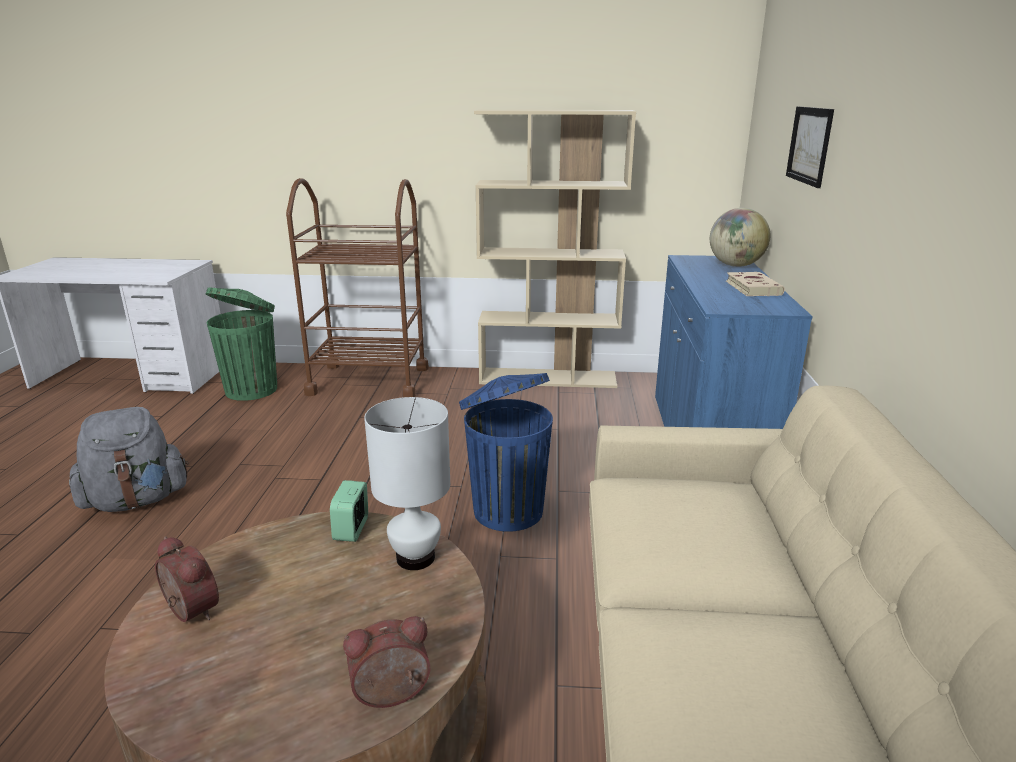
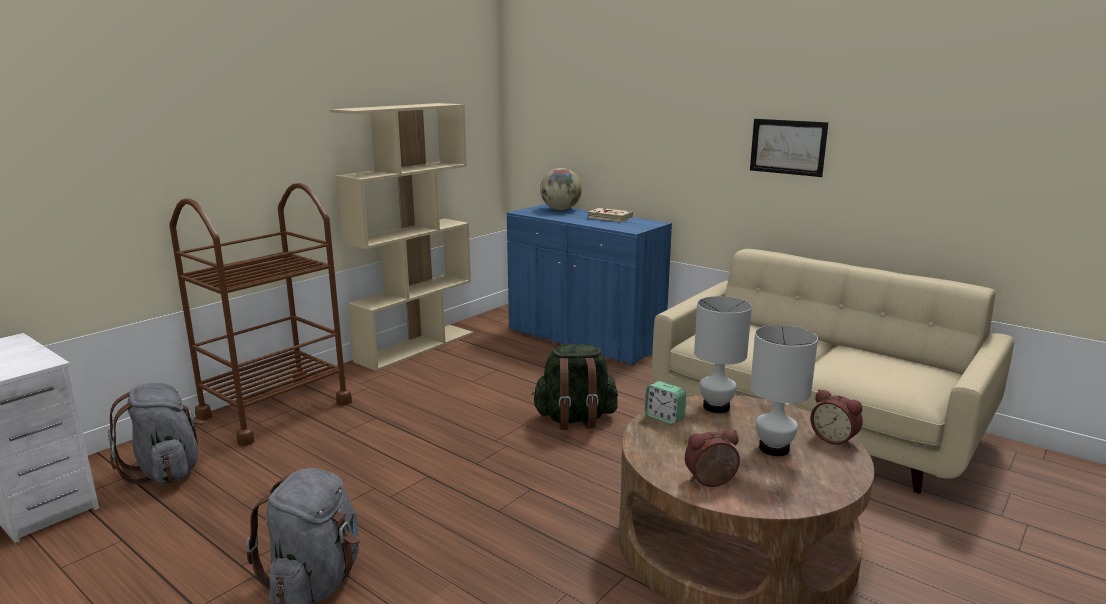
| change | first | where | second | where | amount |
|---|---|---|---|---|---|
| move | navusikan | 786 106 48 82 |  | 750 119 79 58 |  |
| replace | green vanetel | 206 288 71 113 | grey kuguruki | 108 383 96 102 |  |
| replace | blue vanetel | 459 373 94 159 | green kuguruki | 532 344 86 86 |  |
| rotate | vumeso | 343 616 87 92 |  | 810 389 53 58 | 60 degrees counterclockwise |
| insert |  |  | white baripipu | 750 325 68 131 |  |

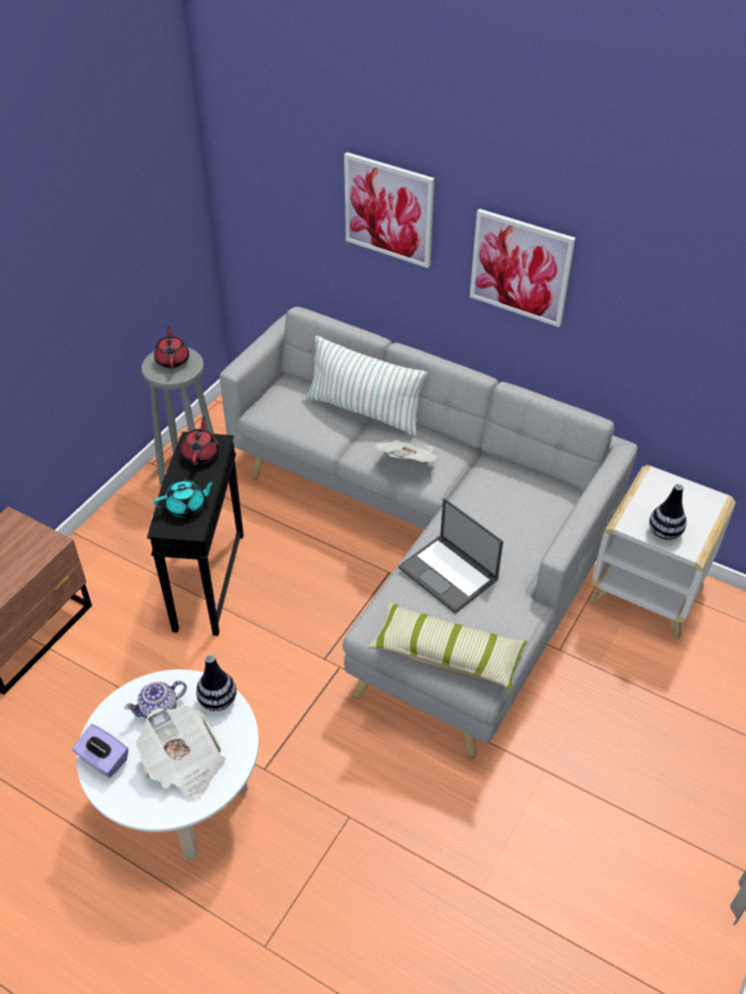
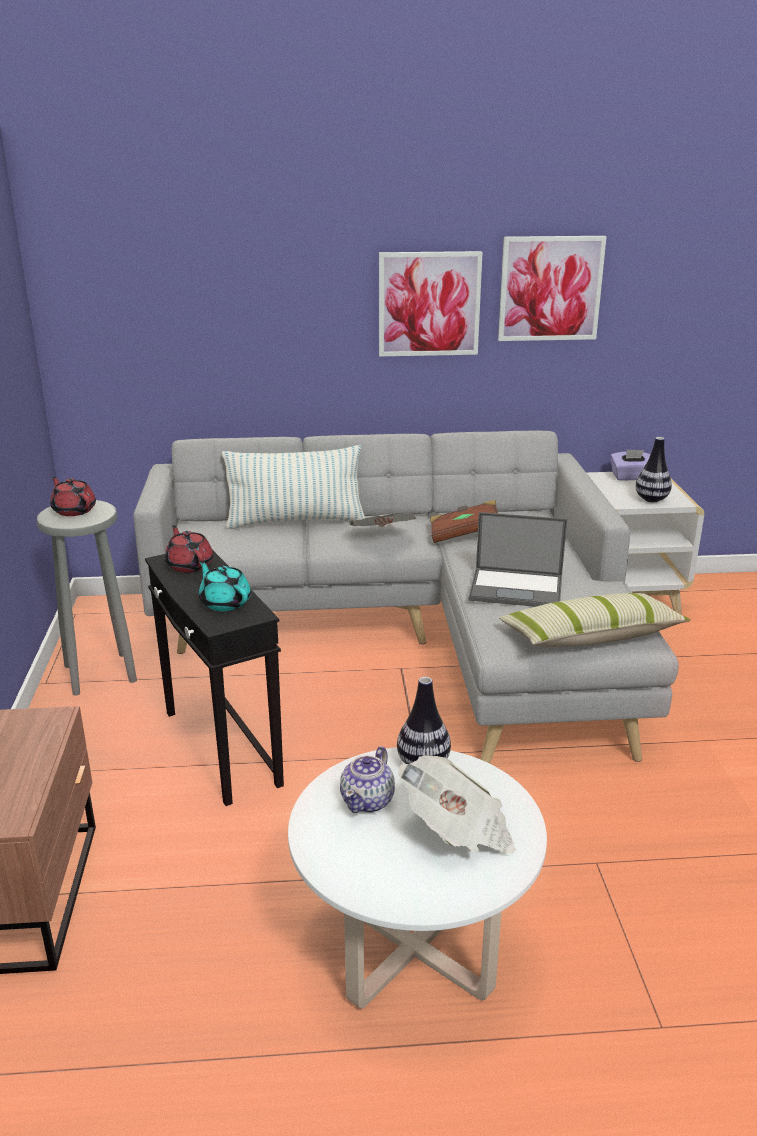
| change | first | where | second | where | amount |
|---|---|---|---|---|---|
| move | navusikan | 344 152 91 116 |  | 498 236 109 105 |  |
| rotate | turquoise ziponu | 154 480 62 37 |  | 199 561 52 50 | 75 degrees counterclockwise |
| move | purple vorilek | 72 724 56 54 |  | 610 449 40 32 |  |
| insert |  |  | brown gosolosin | 430 500 68 43 |  |

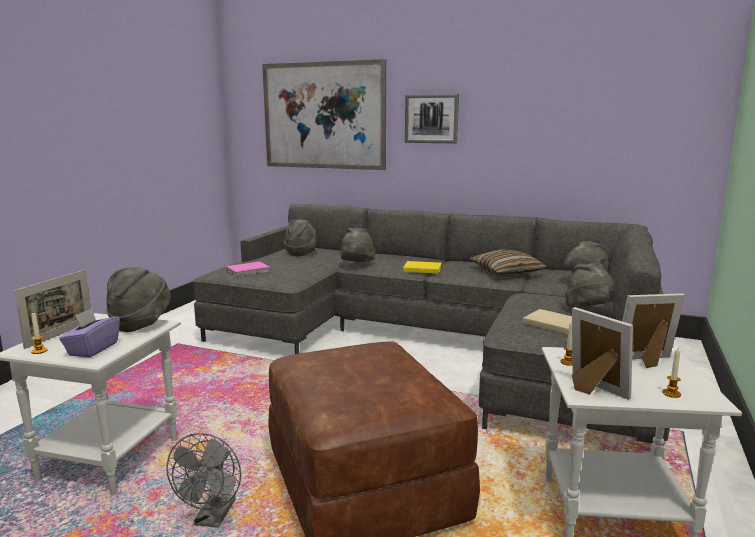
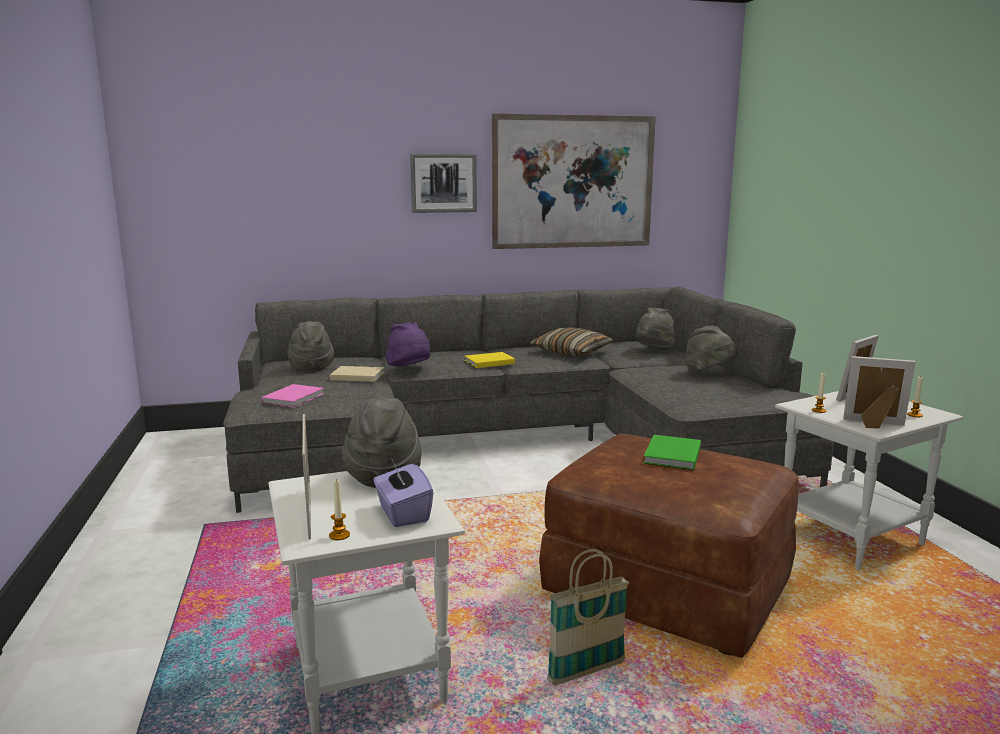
| change | first | where | second | where | amount |
|---|---|---|---|---|---|
| move | navusikan | 262 59 124 111 |  | 492 114 164 135 |  |
| recolor | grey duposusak | 340 228 35 34 | purple duposusak | 385 322 45 44 |  |
| move | beige gosolosin | 523 309 49 26 |  | 330 366 54 16 |  |
| replace | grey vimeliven | 166 433 75 95 | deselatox | 547 549 82 137 |  |
| insert |  |  | green gosolosin | 643 435 58 35 |  |

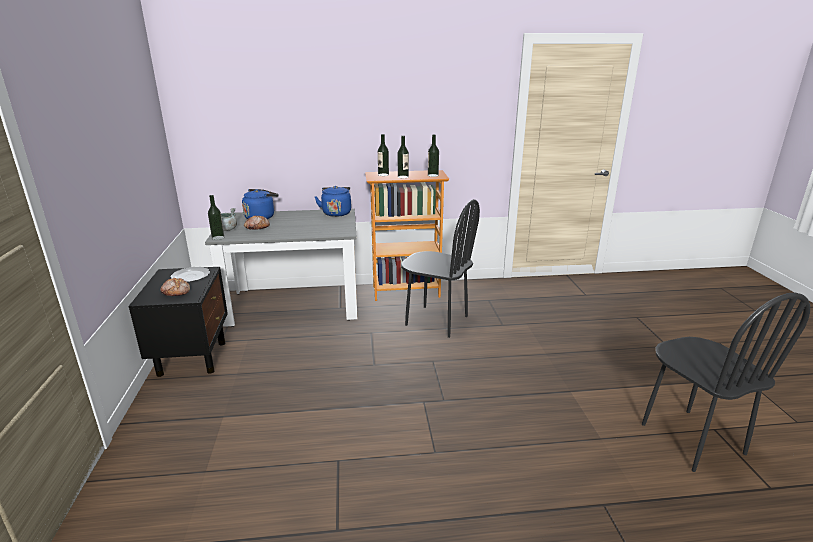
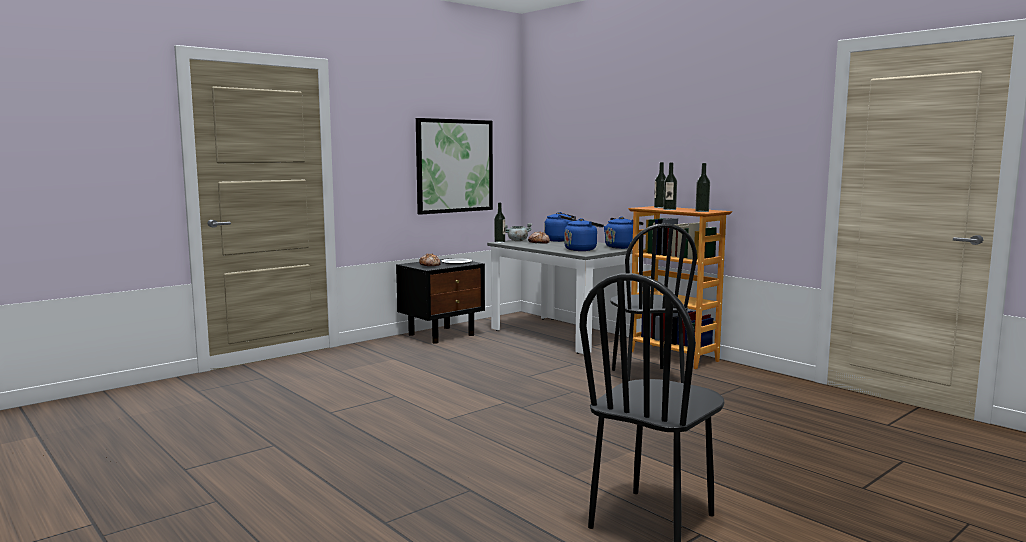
| change | first | where | second | where | amount |
|---|---|---|---|---|---|
| insert |  |  | navusikan | 416 118 77 97 |  |
| insert |  |  | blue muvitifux | 564 218 40 33 |  |

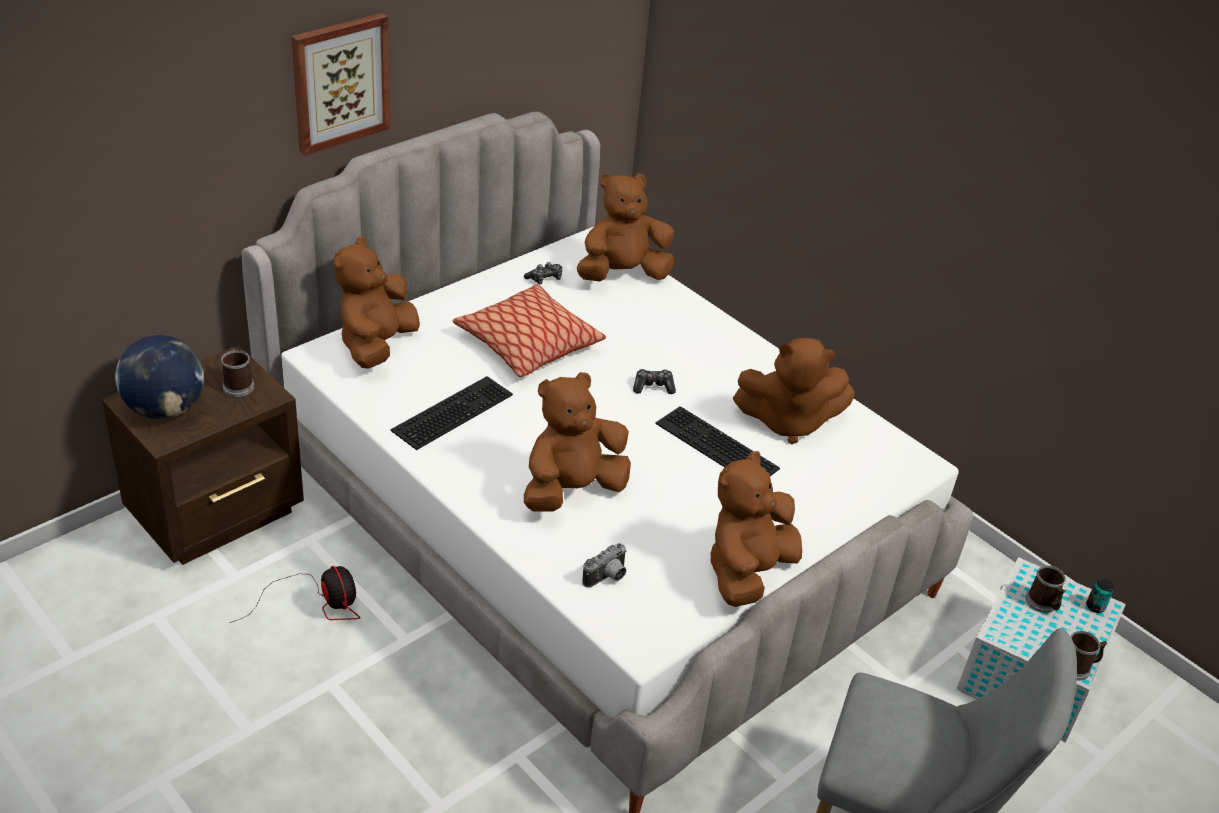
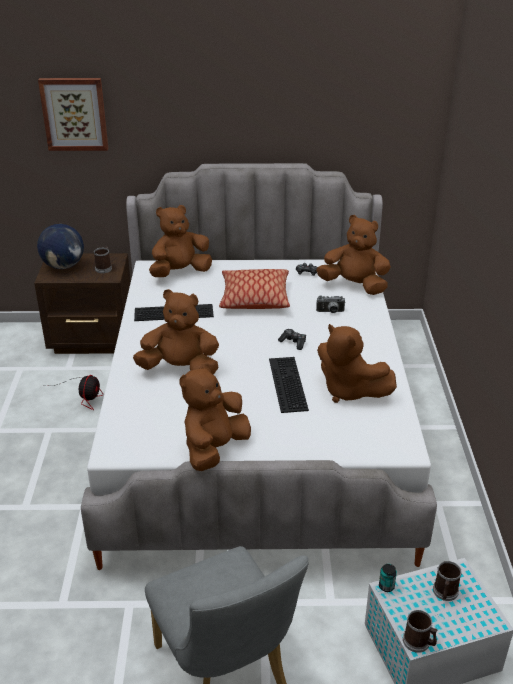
| change | first | where | second | where | amount |
|---|---|---|---|---|---|
| move | navusikan | 291 13 100 142 |  | 38 78 70 73 |  |
| rotate | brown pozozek | 710 451 92 156 |  | 179 363 72 108 | 45 degrees counterclockwise |
| move | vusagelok | 582 543 45 45 |  | 316 296 30 17 |  |
| move | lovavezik | 1086 578 28 35 |  | 379 564 18 28 |  |

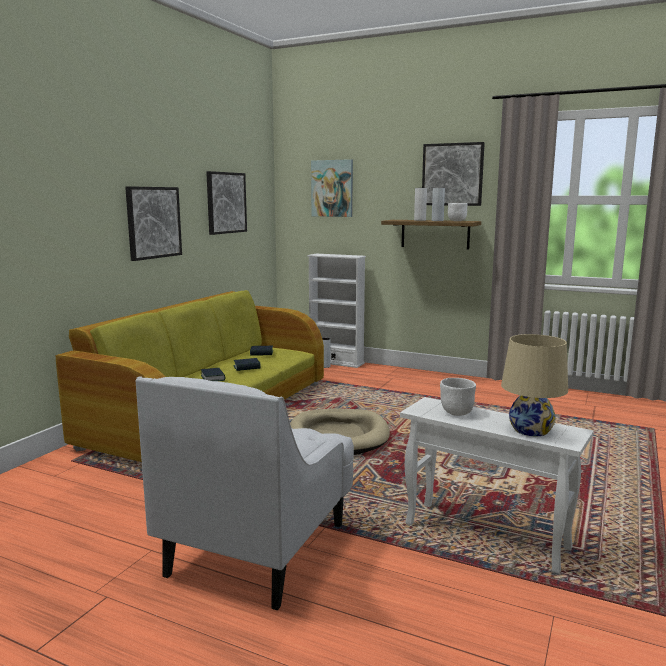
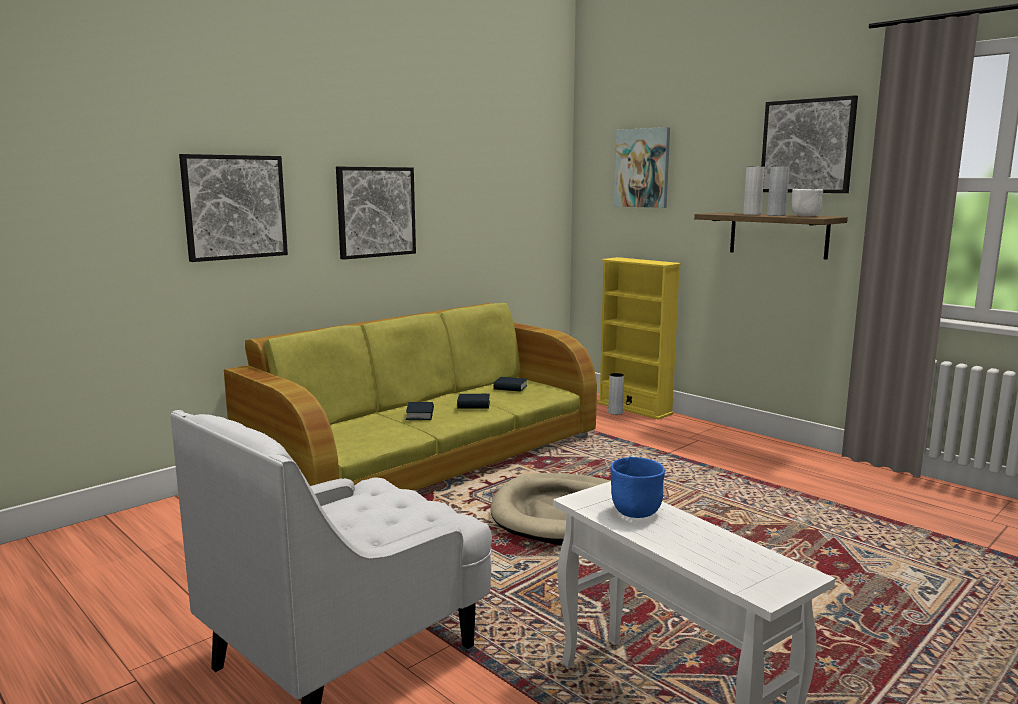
| change | first | where | second | where | amount |
|---|---|---|---|---|---|
| move | navusikan | 206 171 41 64 |  | 179 154 109 108 |  |
| recolor | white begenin | 307 254 59 114 | yellow begenin | 598 257 83 163 |  |
| delete | beige baripipu | 501 334 67 102 |  |  |  |
| recolor | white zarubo | 440 378 36 38 | blue zarubo | 610 457 55 61 |  |

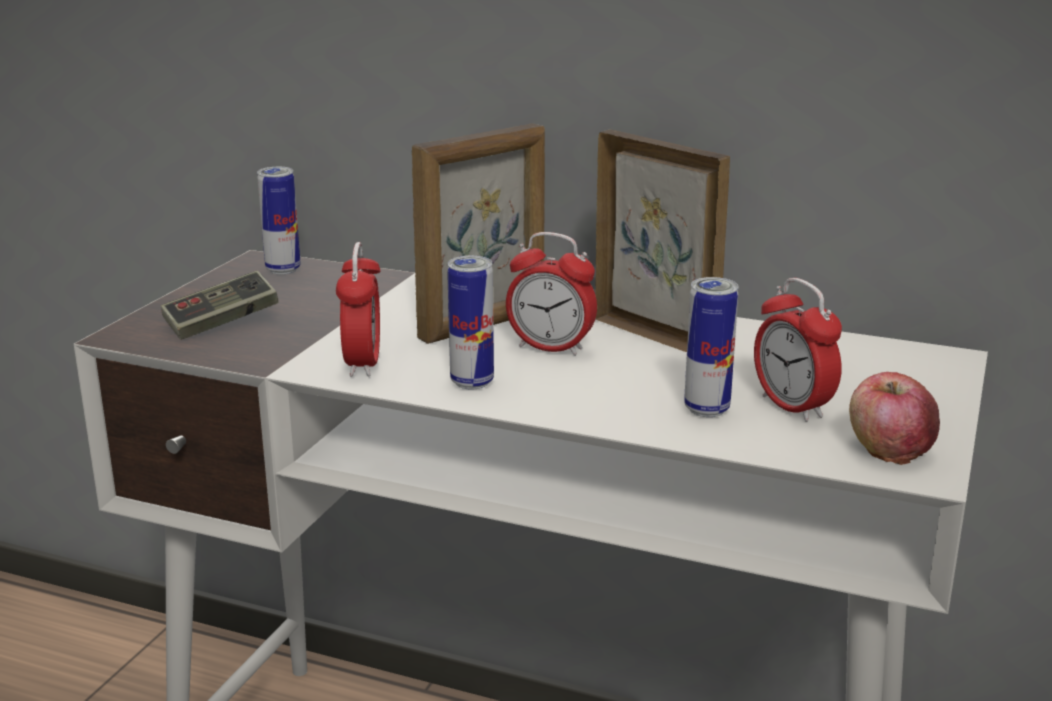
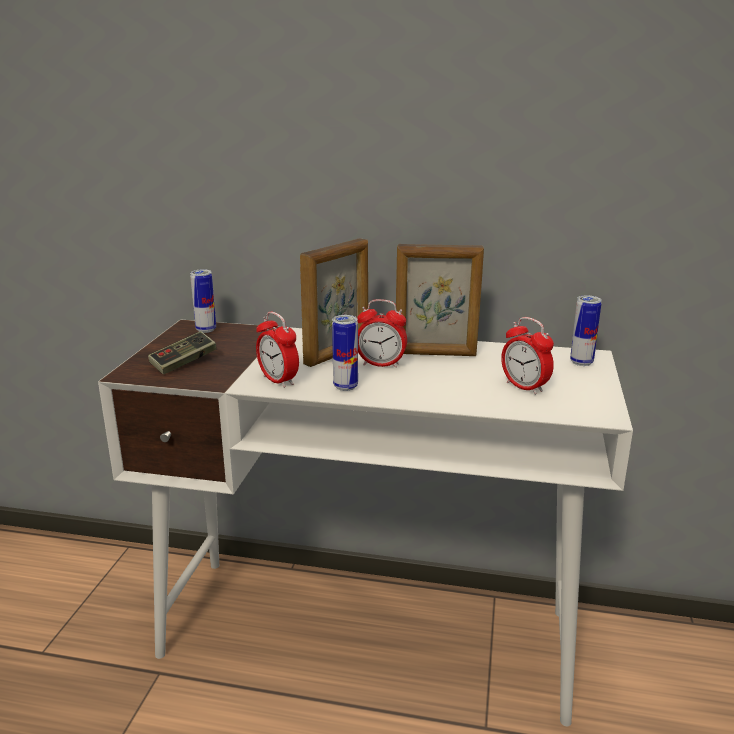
| change | first | where | second | where | amount |
|---|---|---|---|---|---|
| rotate | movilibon | 595 130 135 222 |  | 396 244 88 112 | 150 degrees clockwise |
| rotate | vumeso | 336 242 45 135 |  | 256 312 43 76 | 150 degrees clockwise |
| move | lovavezik | 684 277 55 140 |  | 570 296 32 70 |  |
| delete | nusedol | 849 372 91 93 |  |  |  |

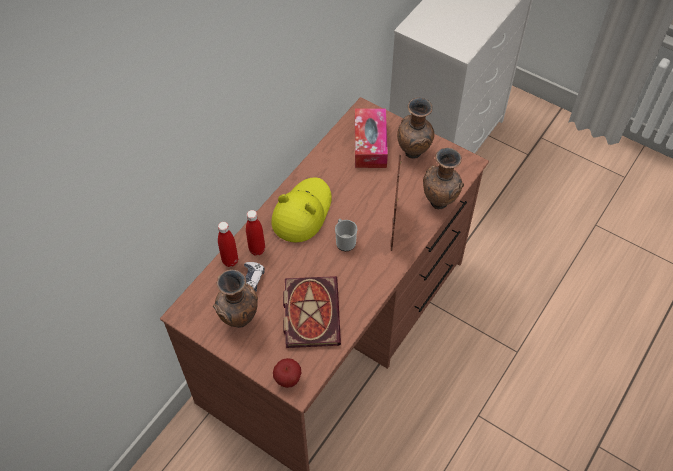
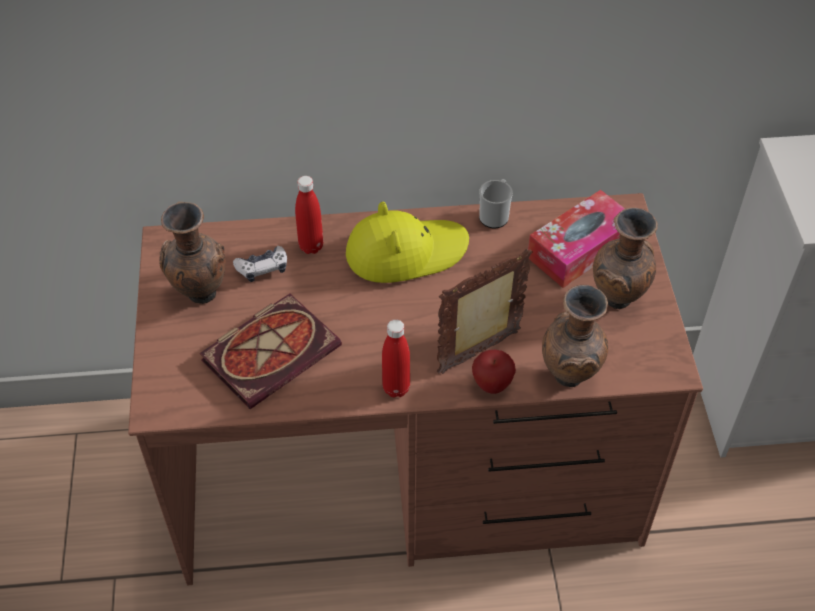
| change | first | where | second | where | amount |
|---|---|---|---|---|---|
| move | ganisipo | 335 219 22 32 |  | 479 179 34 50 |  |
| move | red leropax | 218 222 20 45 |  | 382 319 28 79 |  |
| move | nusedol | 273 358 29 30 |  | 472 350 44 44 |  |

